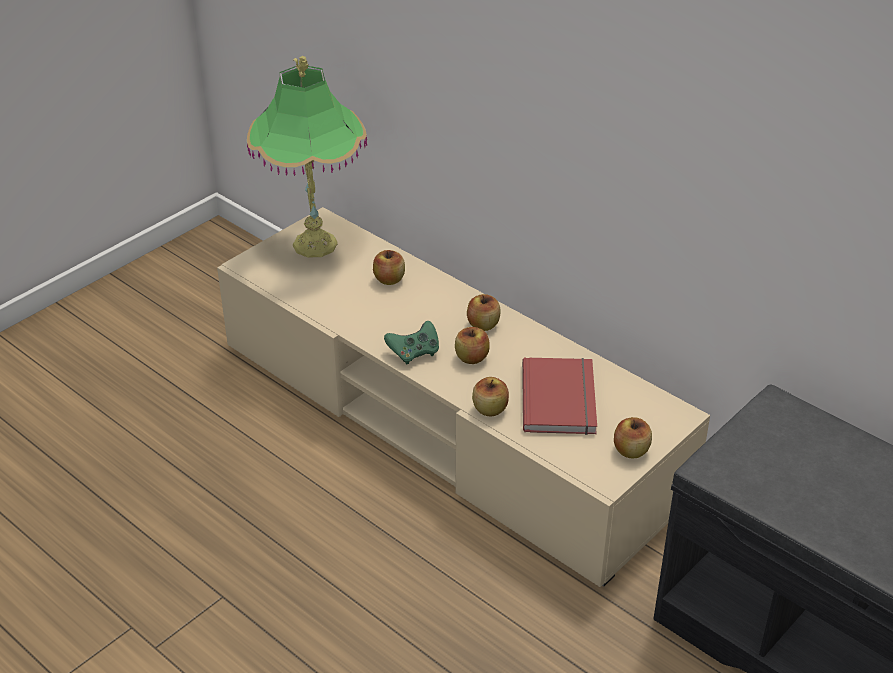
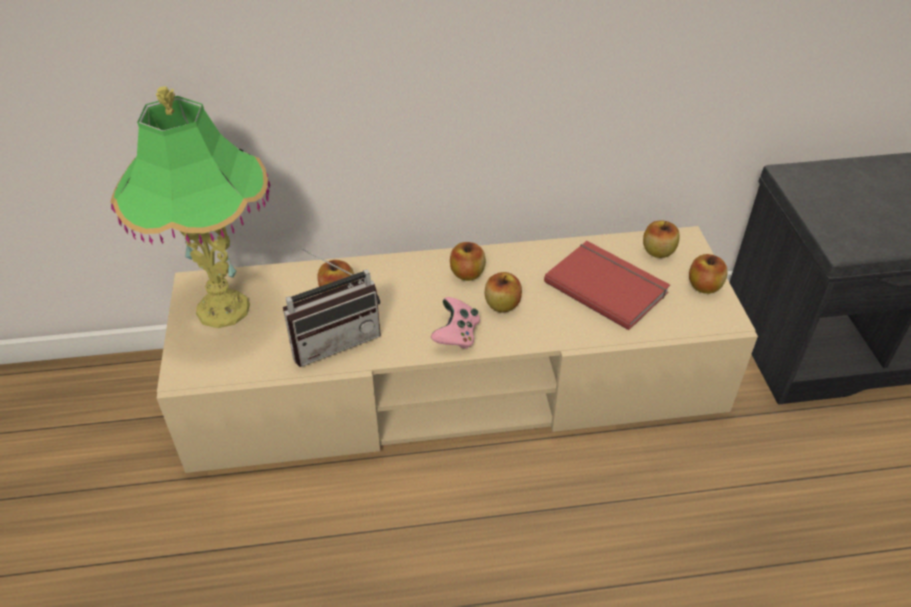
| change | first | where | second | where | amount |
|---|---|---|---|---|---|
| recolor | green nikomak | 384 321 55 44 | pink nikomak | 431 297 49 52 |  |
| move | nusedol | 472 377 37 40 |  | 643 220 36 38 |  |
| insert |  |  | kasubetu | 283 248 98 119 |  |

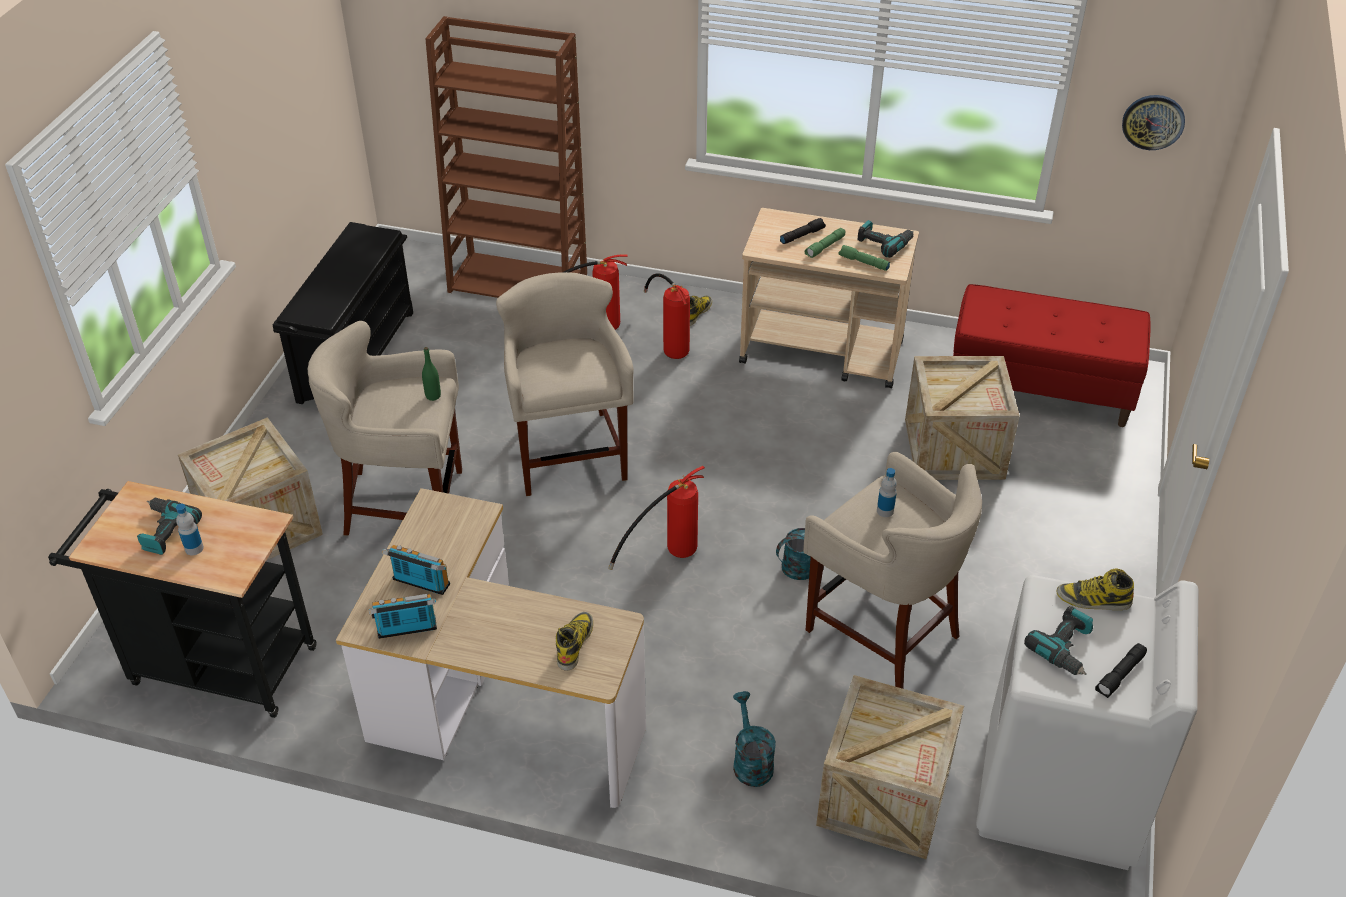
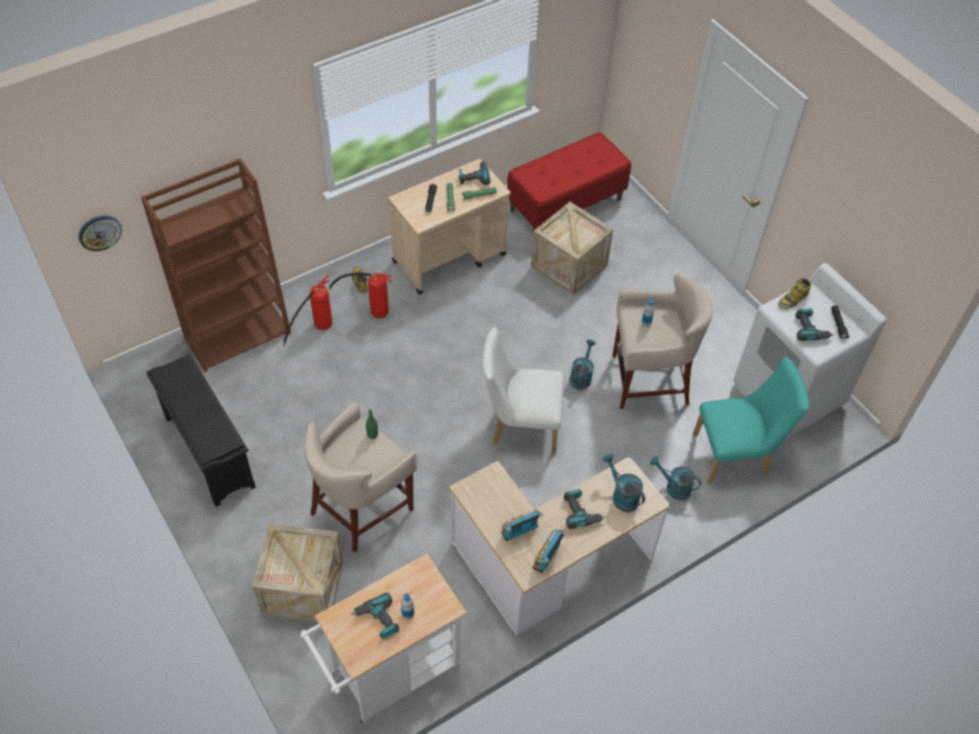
| change | first | where | second | where | amount |
|---|---|---|---|---|---|
| move | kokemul | 1122 95 63 55 |  | 79 216 43 35 |  |
| delete | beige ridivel | 496 272 138 224 |  |  |  |
| replace | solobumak | 608 466 97 104 | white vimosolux | 483 327 81 125 |  |
| recolor | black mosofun | 48 481 269 237 | white mosofun | 300 554 167 170 |  |
| replace | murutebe | 556 612 37 59 | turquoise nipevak | 602 454 43 58 |  |
| replace | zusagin | 816 675 148 184 | turquoise vimosolux | 693 357 116 127 |  |
| insert |  |  | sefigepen | 564 489 41 40 |  |

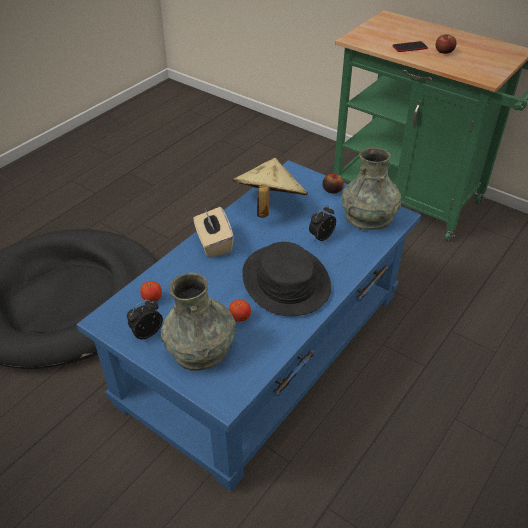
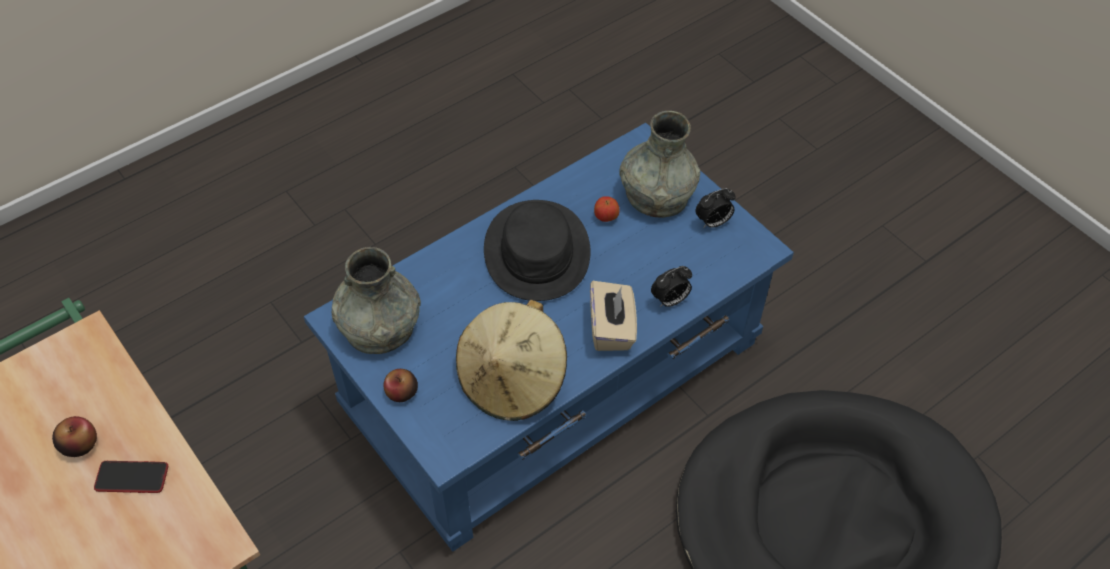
| change | first | where | second | where | amount |
|---|---|---|---|---|---|
| move | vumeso | 309 205 27 36 |  | 651 266 41 41 |  |
| delete | nusedol | 140 281 22 21 |  |  |  |

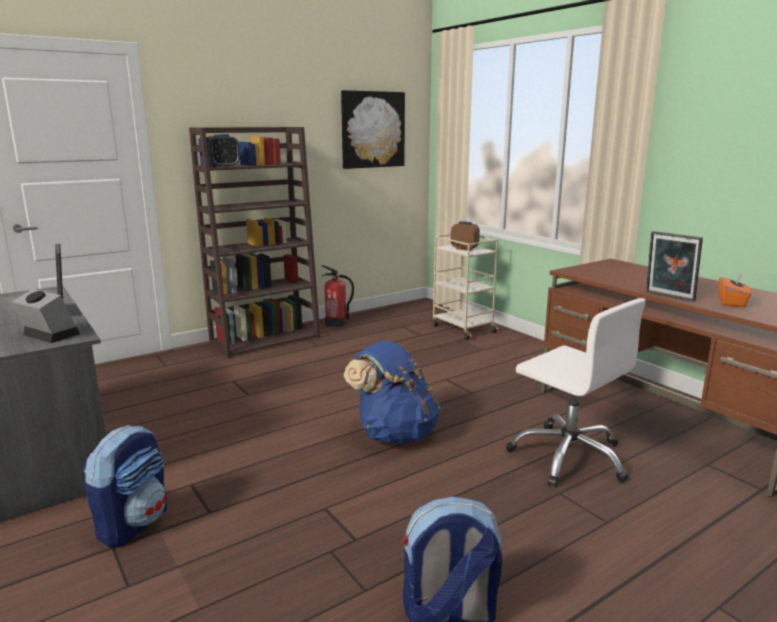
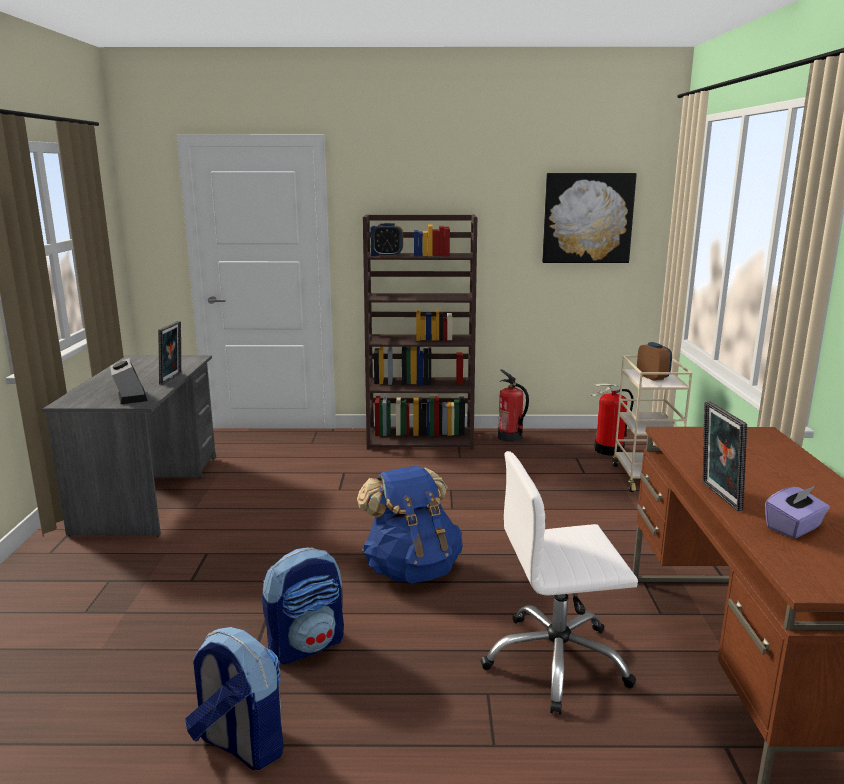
| change | first | where | second | where | amount |
|---|---|---|---|---|---|
| recolor | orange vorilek | 718 273 34 34 | purple vorilek | 765 486 65 53 |  |
| rotate | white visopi | 506 298 140 189 |  | 480 451 158 264 | 90 degrees clockwise |
| move | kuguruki | 83 425 84 123 |  | 262 547 82 117 |  |
| insert |  |  | solobumak | 592 384 42 72 |  |

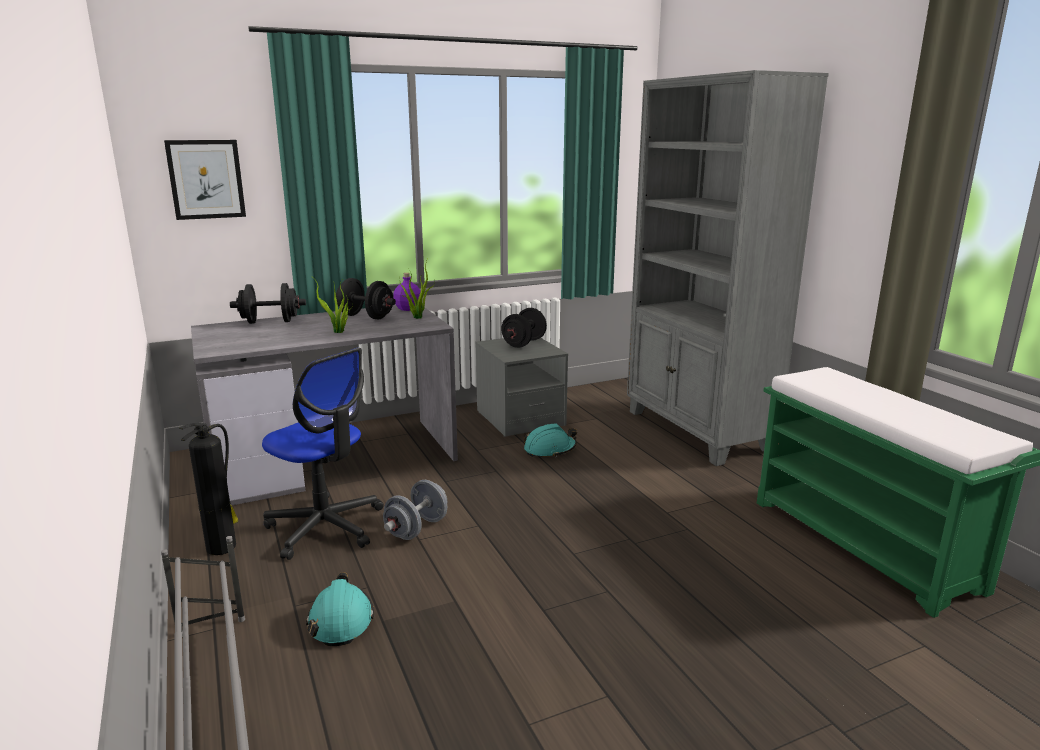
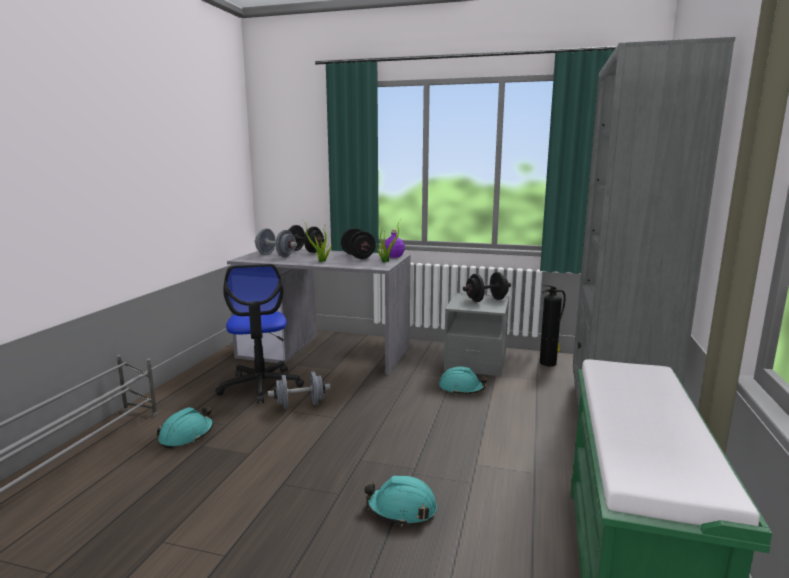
| change | first | where | second | where | amount |
|---|---|---|---|---|---|
| delete | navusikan | 164 140 82 80 |  |  |  |
| move | solobumak | 179 423 60 132 |  | 540 285 26 81 |  |
| insert |  |  | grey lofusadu | 254 228 43 29 |  |
| insert |  |  | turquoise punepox | 364 476 73 50 |  |

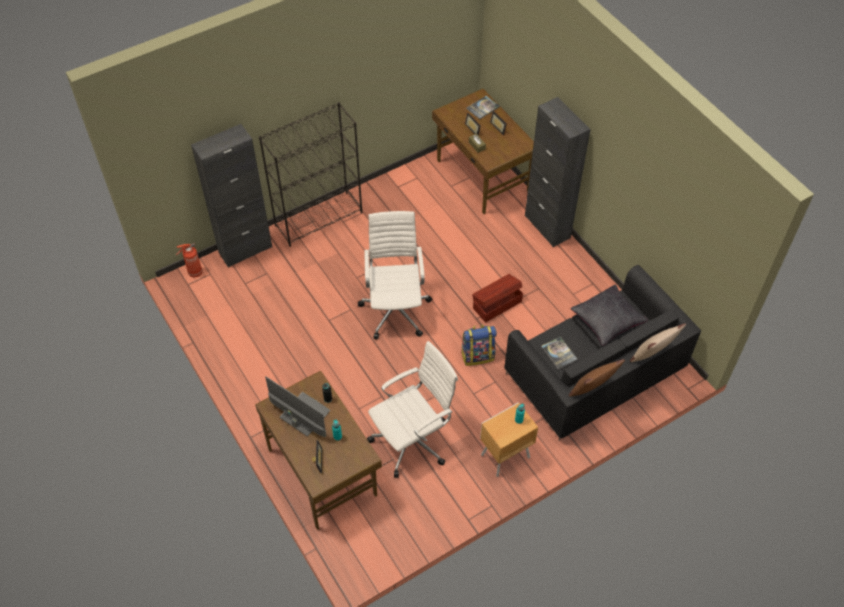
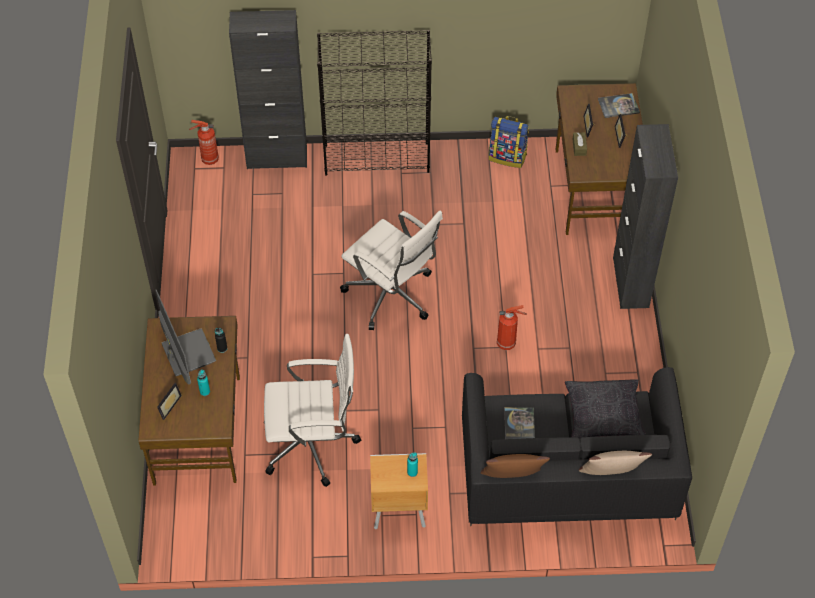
| change | first | where | second | where | amount |
|---|---|---|---|---|---|
| rotate | white visopi | 358 211 74 129 |  | 340 210 103 120 | 105 degrees clockwise |
| replace | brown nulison | 472 274 51 49 | solobumak | 497 305 30 45 |  |
| move | kuguruki | 461 325 36 41 |  | 489 116 40 52 |  |

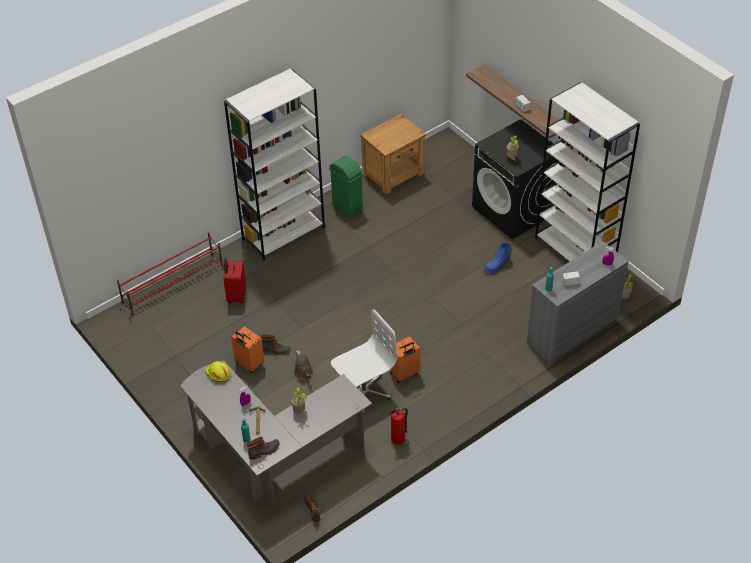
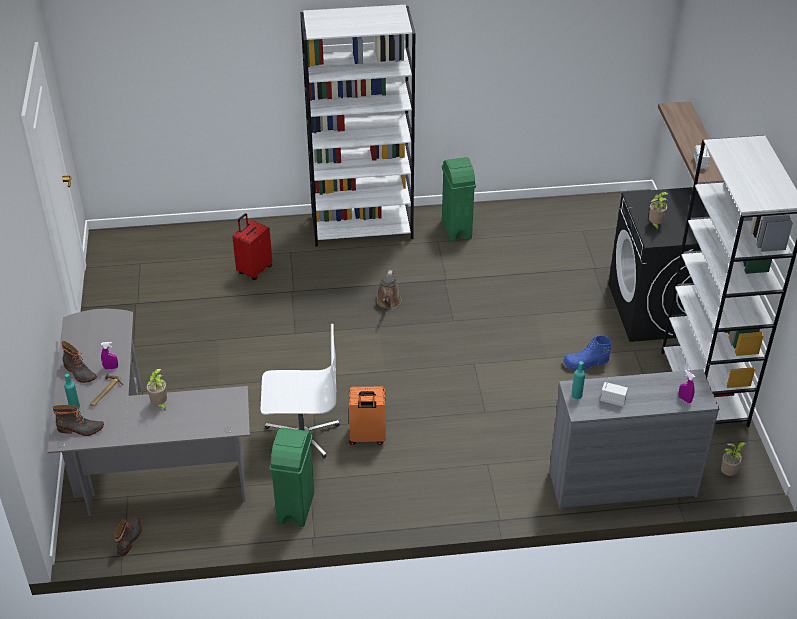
| change | first | where | second | where | amount |
|---|---|---|---|---|---|
| delete | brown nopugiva | 360 114 66 81 |  |  |  |
| delete | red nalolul | 117 232 106 82 |  |  |  |
| delete | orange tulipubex | 231 326 33 47 |  |  |  |
| move | murutebe | 260 334 30 21 |  | 61 341 36 42 |  |
| move | brown nipevak | 294 350 19 30 |  | 376 270 26 39 |  |
| delete | yellow punepox | 205 361 26 21 |  |  |  |
| replace | solobumak | 389 408 19 37 | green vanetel | 269 428 45 99 |  |

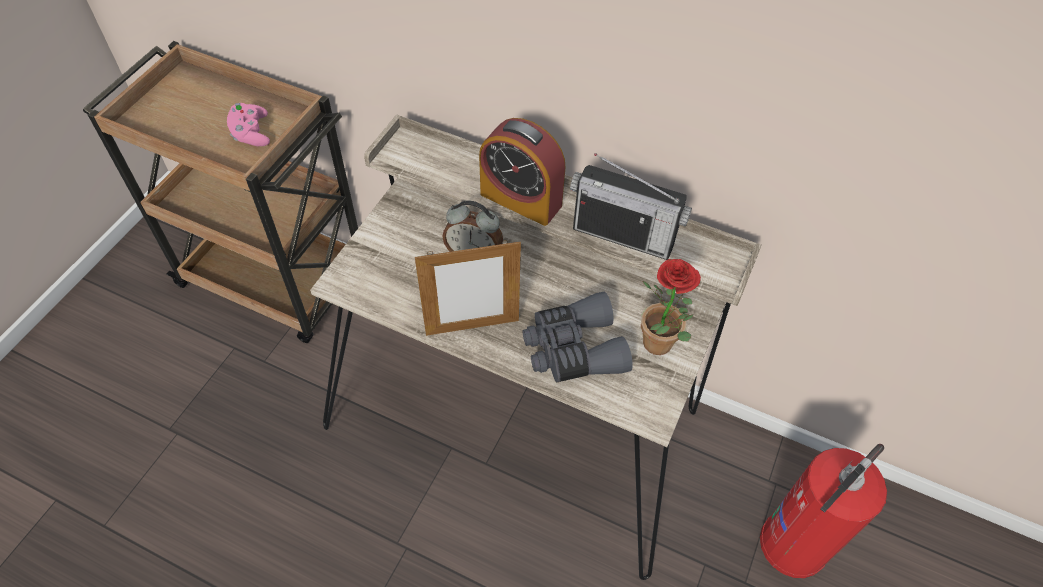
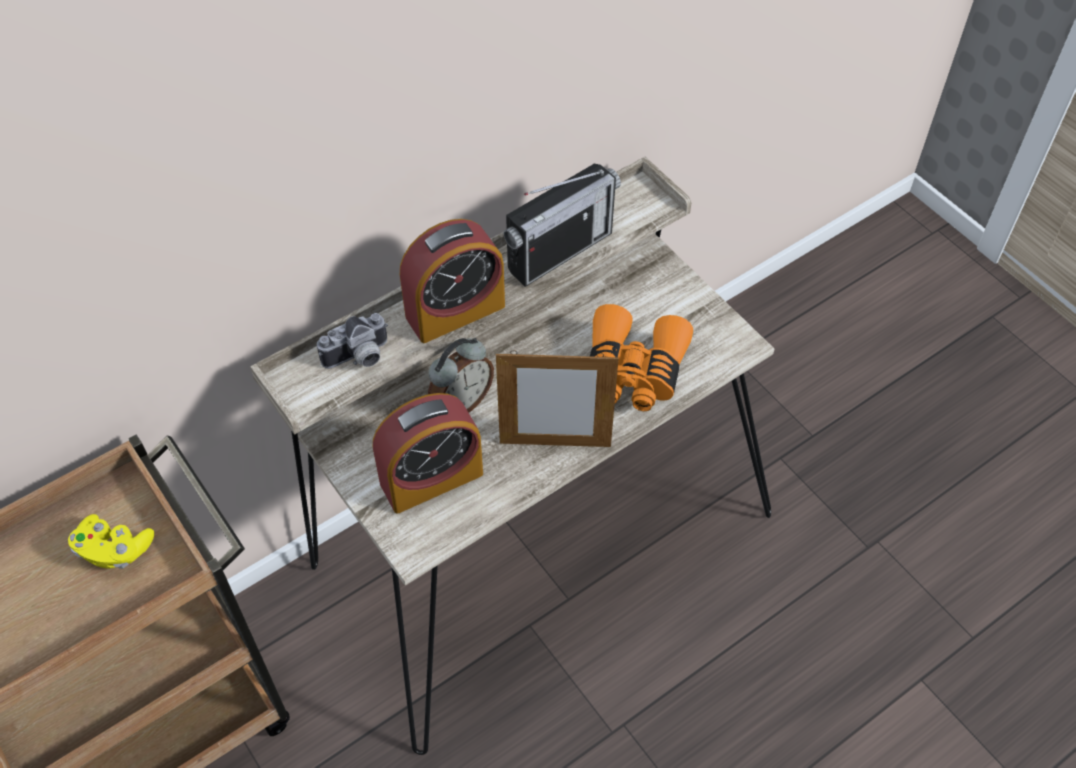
| change | first | where | second | where | amount |
|---|---|---|---|---|---|
| recolor | pink nikomak | 227 103 43 43 | yellow nikomak | 68 514 86 55 |  |
| rotate | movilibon | 415 240 106 96 |  | 496 350 123 97 | 75 degrees clockwise |
| delete | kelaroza | 641 259 60 96 |  |  |  |
| recolor | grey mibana | 523 291 110 91 | orange mibana | 590 304 103 107 |  |
| delete | solobumak | 760 444 127 134 |  |  |  |
| insert |  |  | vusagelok | 317 313 71 56 |  |
| insert |  |  | vumeso | 373 393 110 121 |  |

